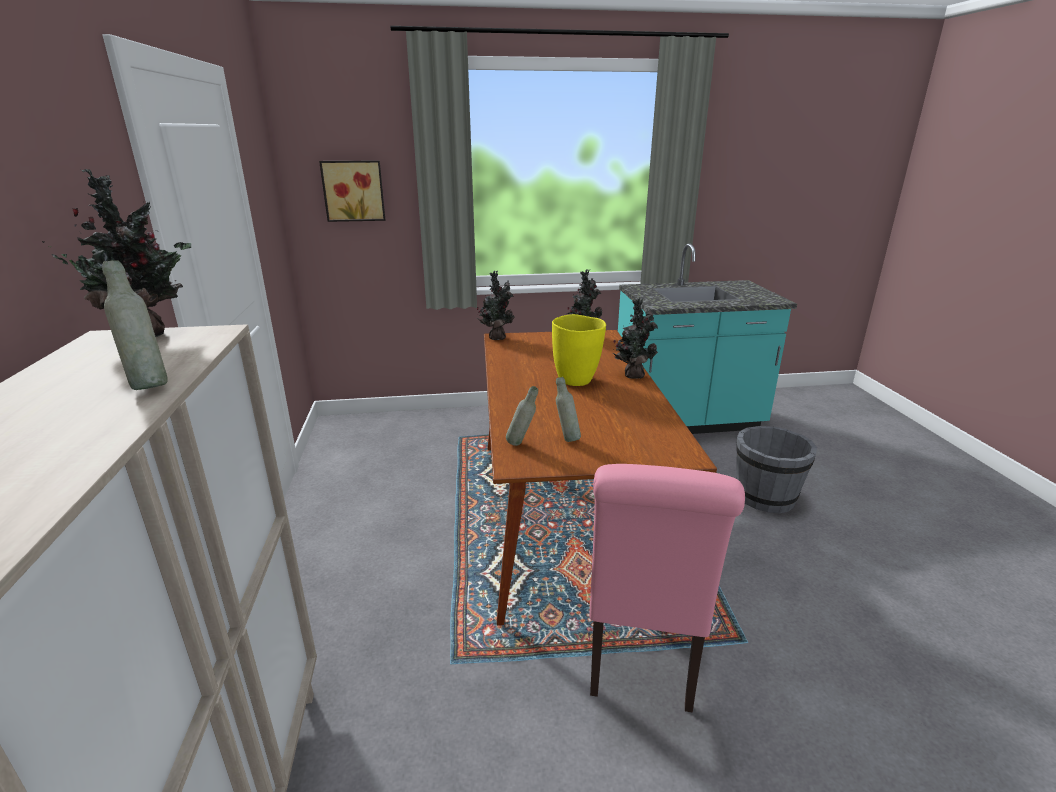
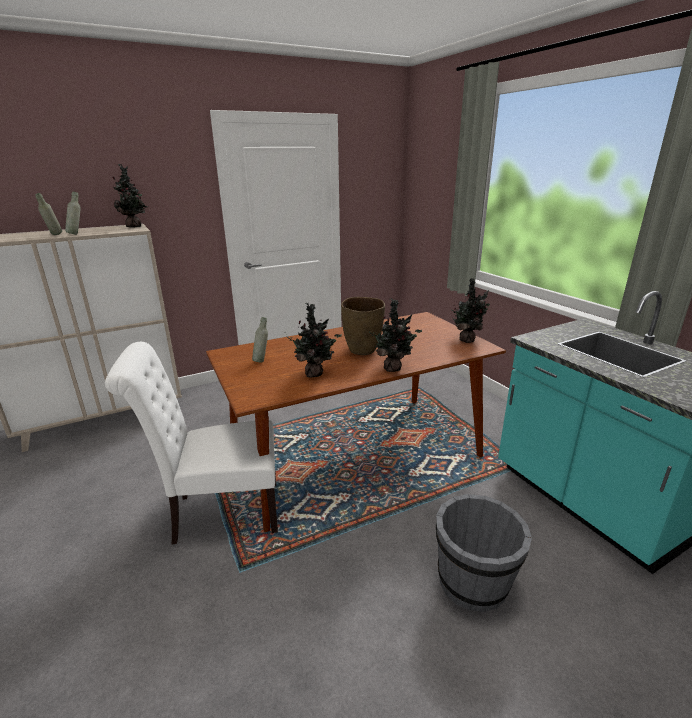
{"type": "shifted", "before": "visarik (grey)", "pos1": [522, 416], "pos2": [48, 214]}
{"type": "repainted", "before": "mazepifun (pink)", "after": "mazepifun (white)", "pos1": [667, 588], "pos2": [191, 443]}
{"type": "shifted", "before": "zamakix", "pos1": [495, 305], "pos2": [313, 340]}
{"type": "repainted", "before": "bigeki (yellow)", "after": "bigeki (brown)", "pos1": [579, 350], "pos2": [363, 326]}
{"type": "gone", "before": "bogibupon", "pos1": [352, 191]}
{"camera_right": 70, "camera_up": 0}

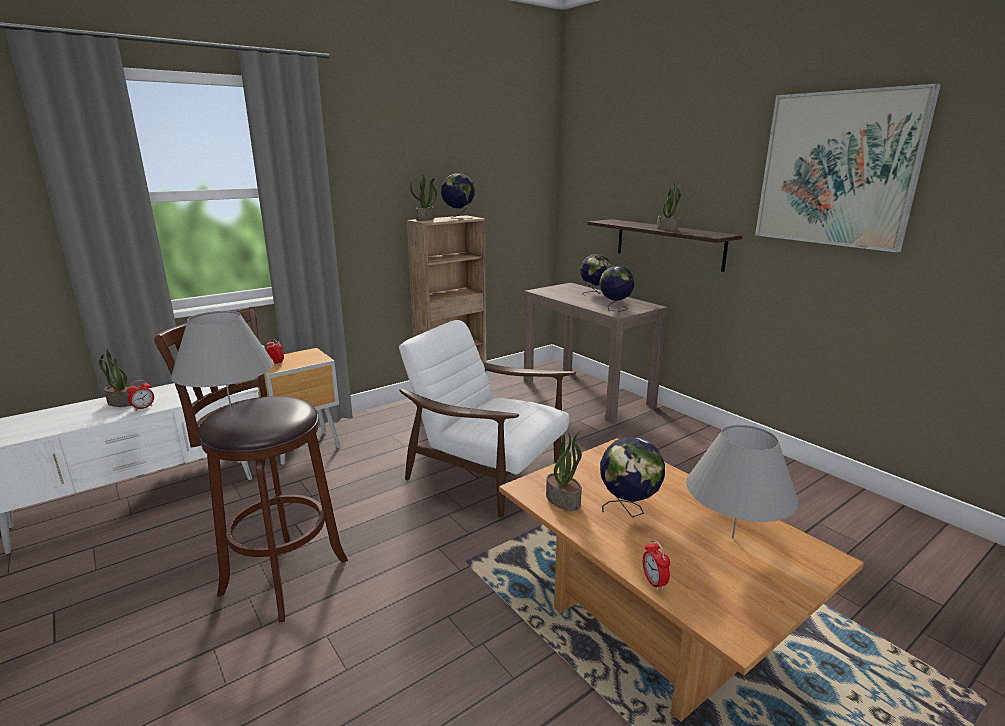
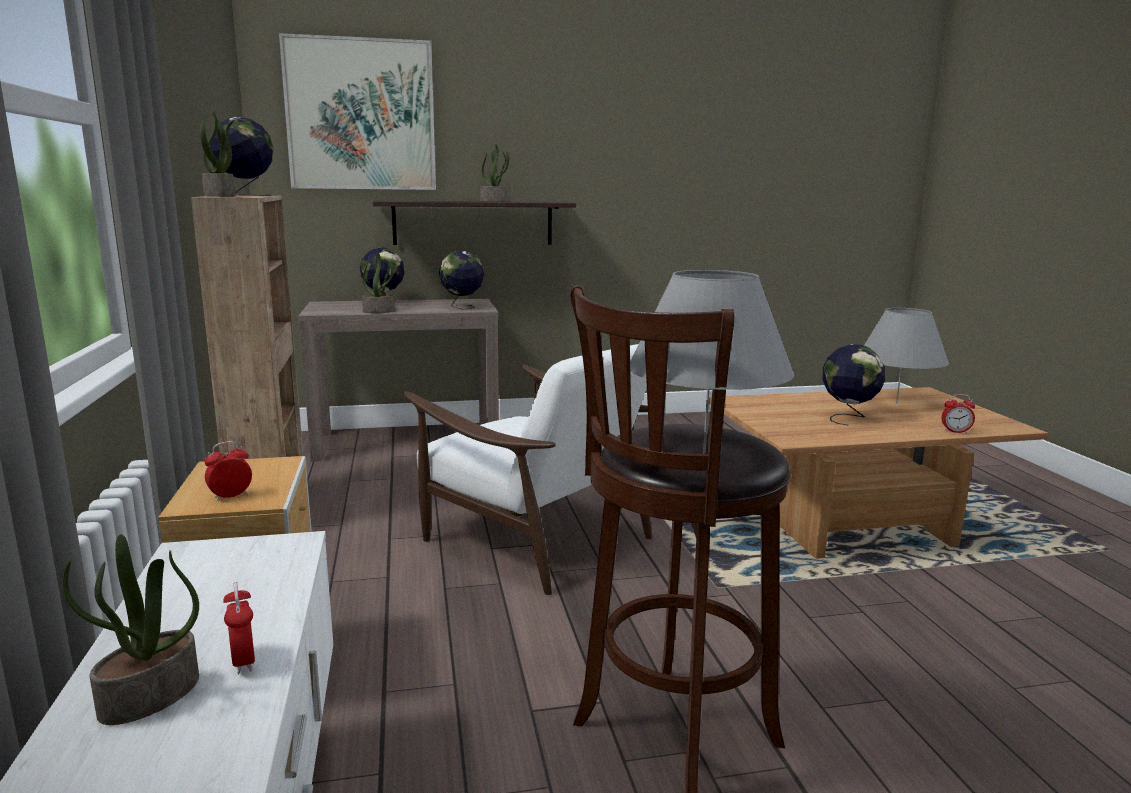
{"type": "shifted", "before": "bogibupon", "pos1": [848, 168], "pos2": [357, 111]}
{"type": "shifted", "before": "zamakix", "pos1": [564, 471], "pos2": [378, 282]}
{"type": "rotated", "before": "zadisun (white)", "pos1": [487, 418], "pos2": [527, 469], "turn": -105}
{"camera_right": -65, "camera_up": -5}

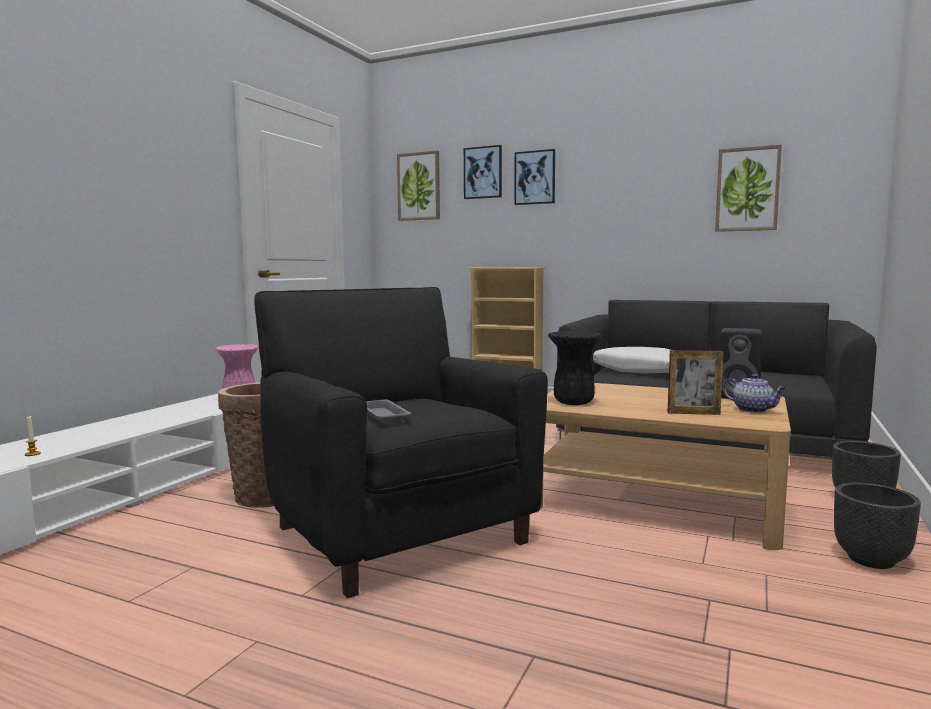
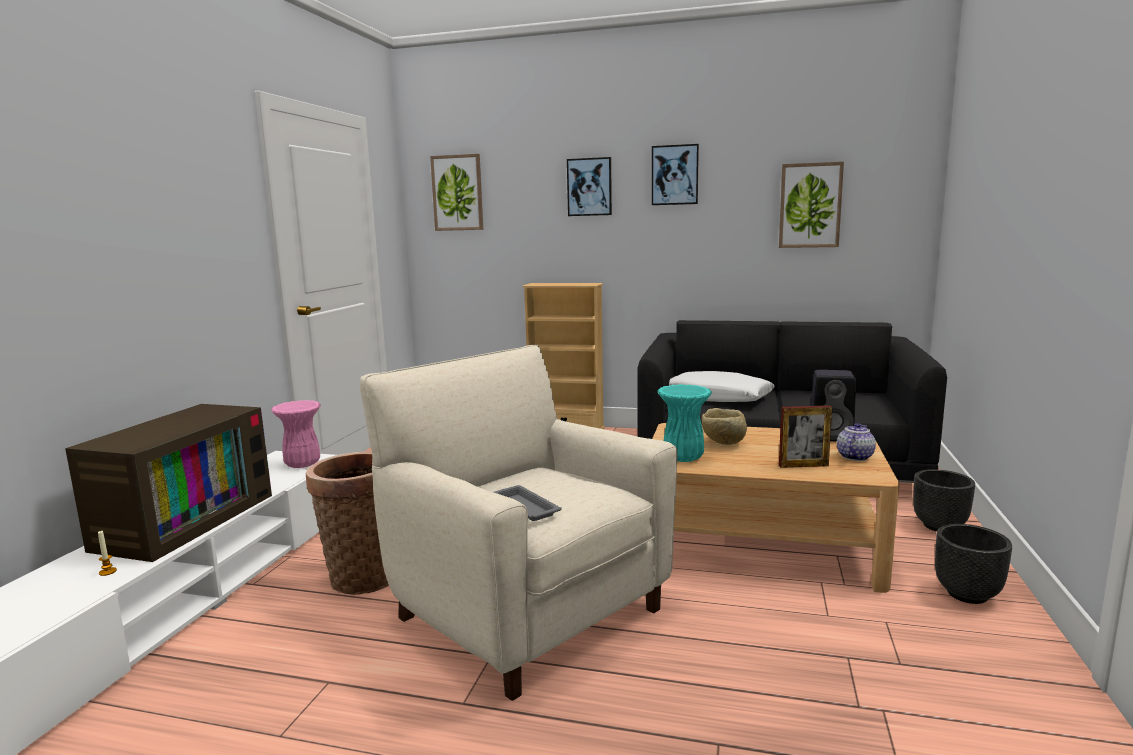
{"type": "new", "after": "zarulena", "pos2": [168, 483]}
{"type": "repainted", "before": "zadisun (black)", "after": "zadisun (beige)", "pos1": [401, 442], "pos2": [518, 523]}
{"type": "shifted", "before": "bogibupon", "pos1": [483, 172], "pos2": [675, 174]}
{"type": "repainted", "before": "bigeki (black)", "after": "bigeki (turquoise)", "pos1": [575, 368], "pos2": [684, 423]}
{"type": "new", "after": "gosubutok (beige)", "pos2": [724, 426]}
{"type": "rotated", "before": "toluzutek", "pos1": [755, 393], "pos2": [856, 442], "turn": -90}
{"camera_right": -10, "camera_up": 5}

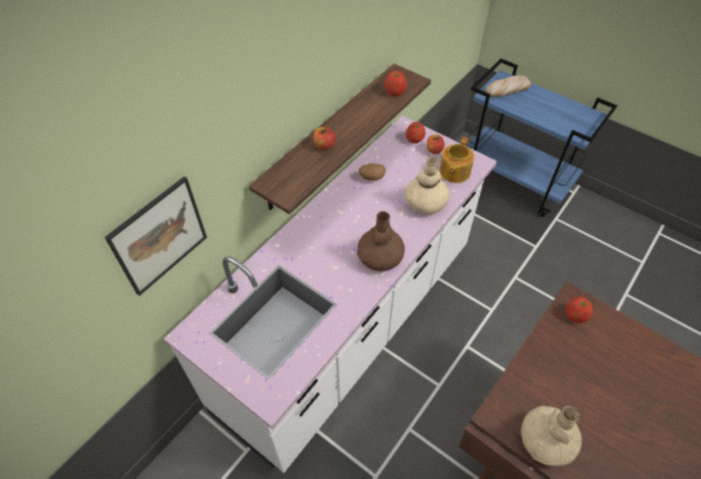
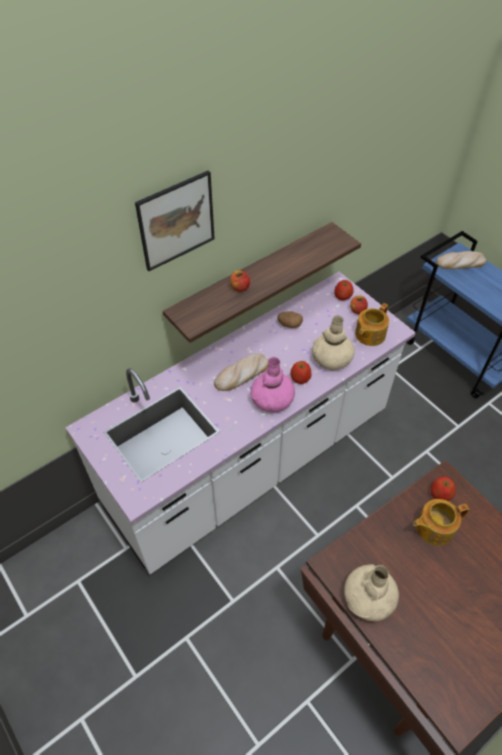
{"type": "shifted", "before": "bogibupon", "pos1": [155, 236], "pos2": [175, 220]}
{"type": "new", "after": "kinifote", "pos2": [241, 372]}
{"type": "repainted", "before": "bigeki (brown)", "after": "bigeki (pink)", "pos1": [381, 241], "pos2": [272, 384]}
{"type": "shifted", "before": "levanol", "pos1": [396, 83], "pos2": [301, 372]}
{"type": "new", "after": "toluzutek", "pos2": [441, 522]}
{"camera_right": 15, "camera_up": 0}

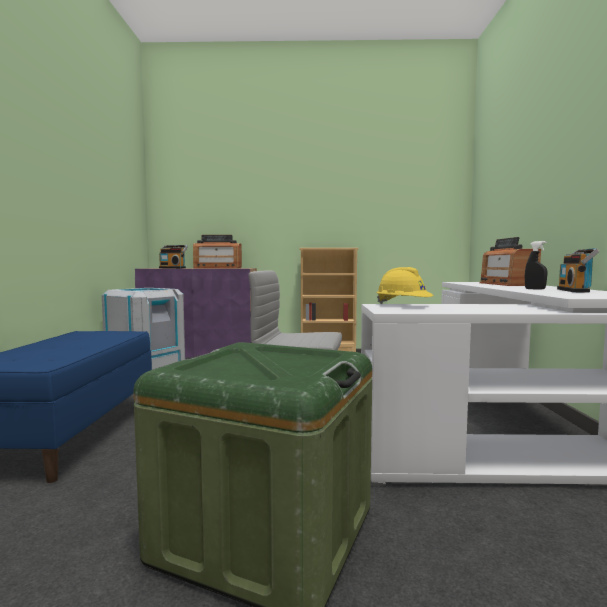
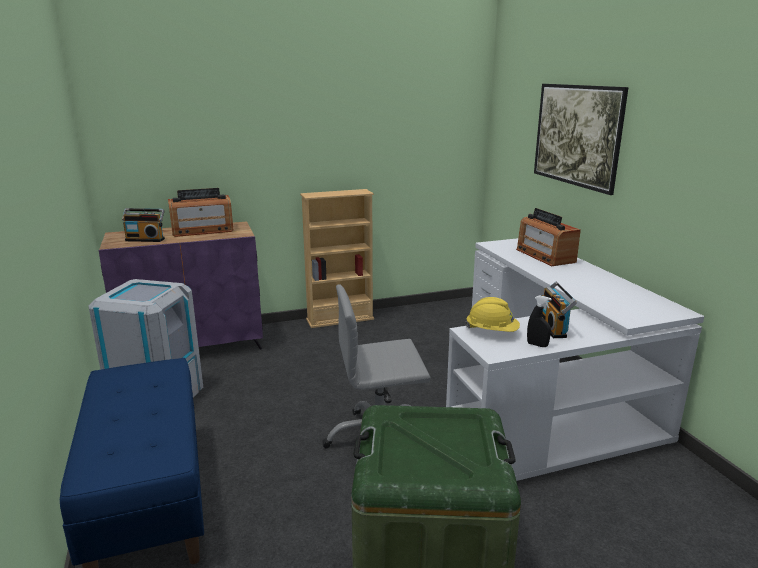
{"type": "shifted", "before": "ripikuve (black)", "pos1": [536, 265], "pos2": [539, 321]}
{"type": "new", "after": "bogibupon", "pos2": [581, 139]}
{"type": "shifted", "before": "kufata", "pos1": [578, 270], "pos2": [559, 310]}
{"camera_right": -20, "camera_up": 15}

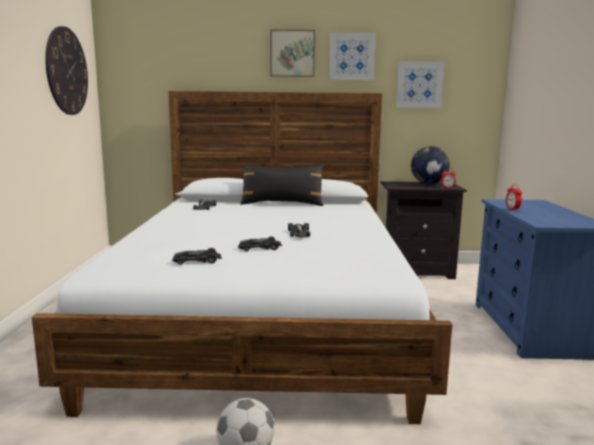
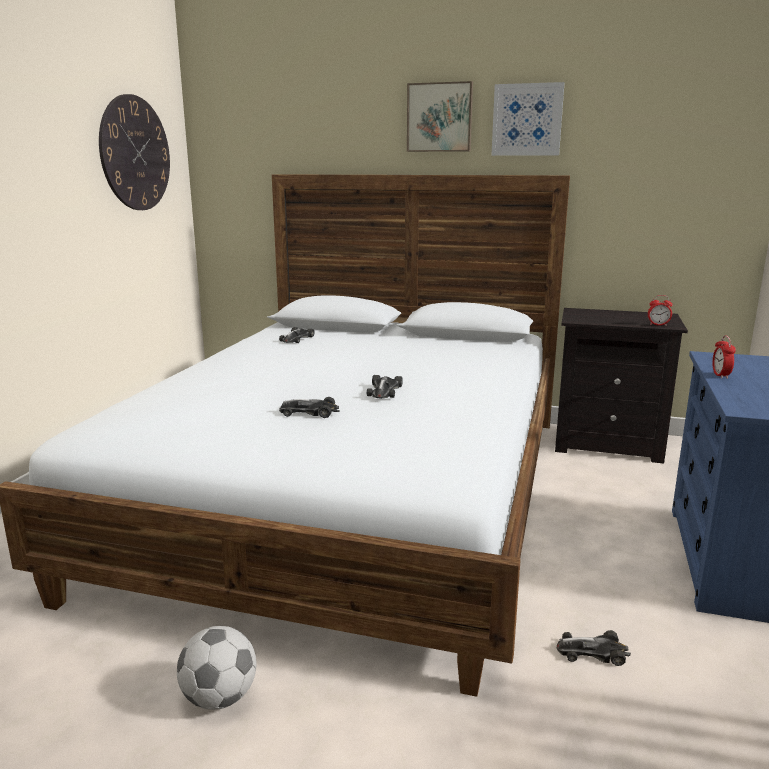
{"type": "shifted", "before": "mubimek", "pos1": [197, 256], "pos2": [594, 648]}
{"type": "gone", "before": "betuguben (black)", "pos1": [282, 185]}
{"type": "gone", "before": "bogibupon", "pos1": [420, 84]}
{"type": "gone", "before": "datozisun", "pos1": [430, 165]}
{"camera_right": 15, "camera_up": 5}

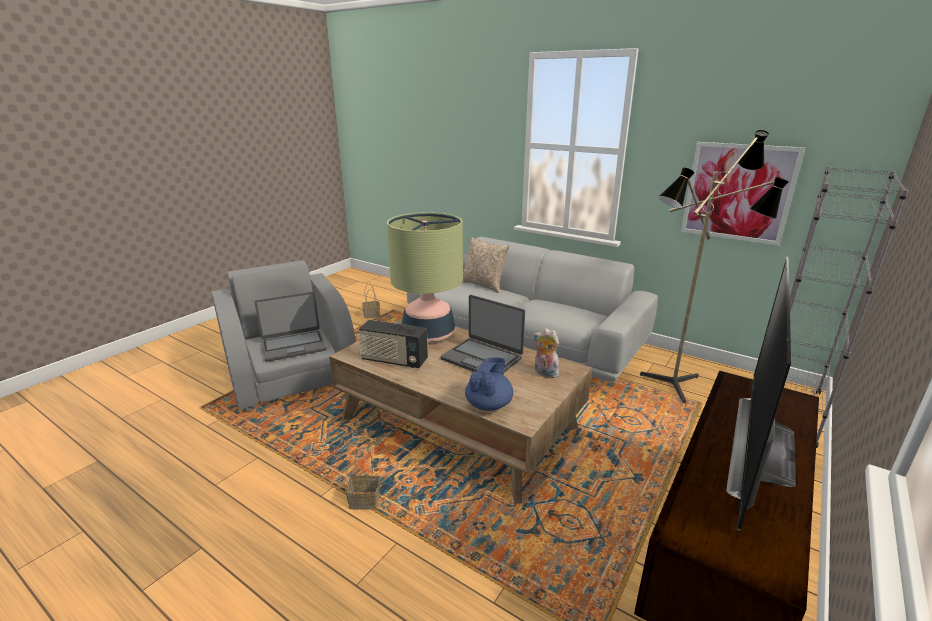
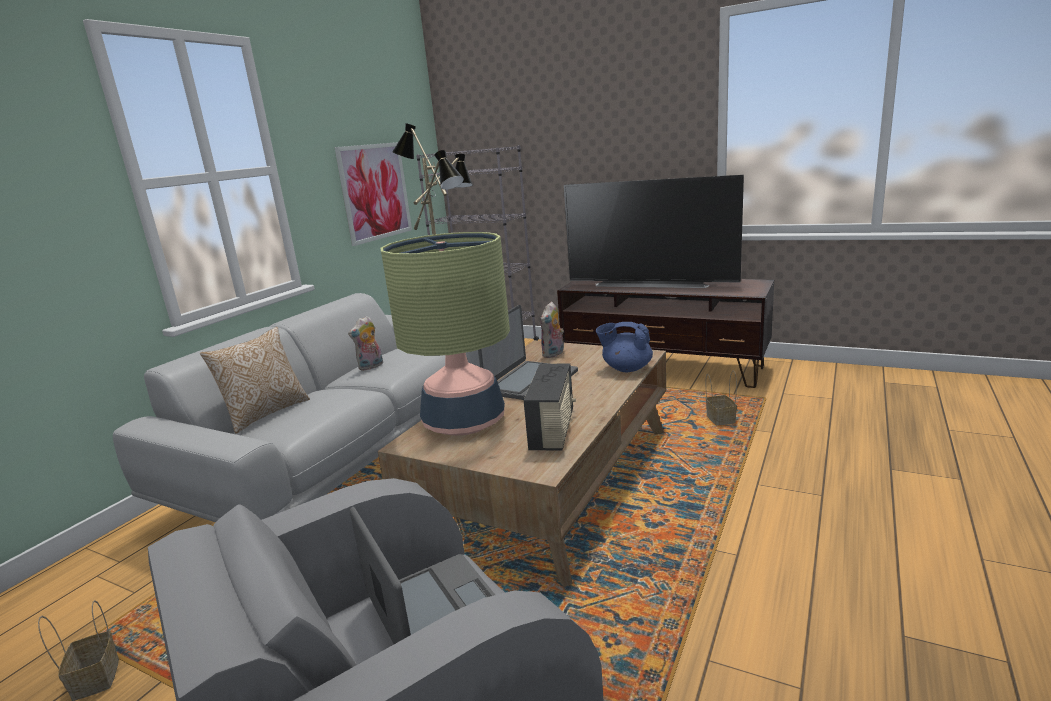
{"type": "new", "after": "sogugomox", "pos2": [365, 343]}
{"type": "shifted", "before": "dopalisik", "pos1": [363, 478], "pos2": [721, 398]}
{"camera_right": -95, "camera_up": -5}

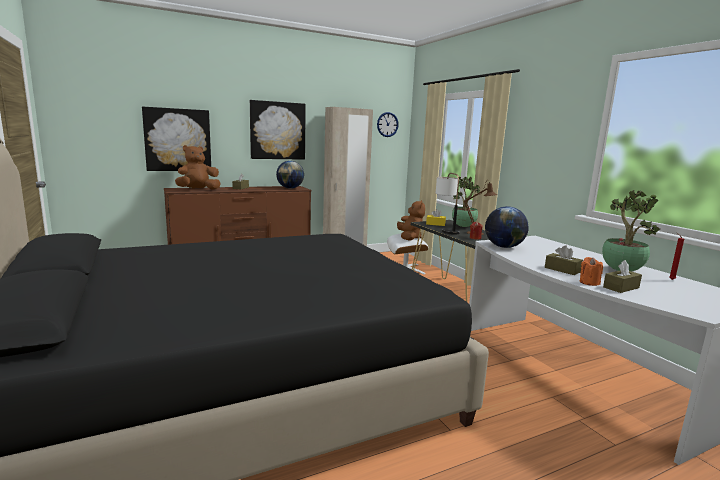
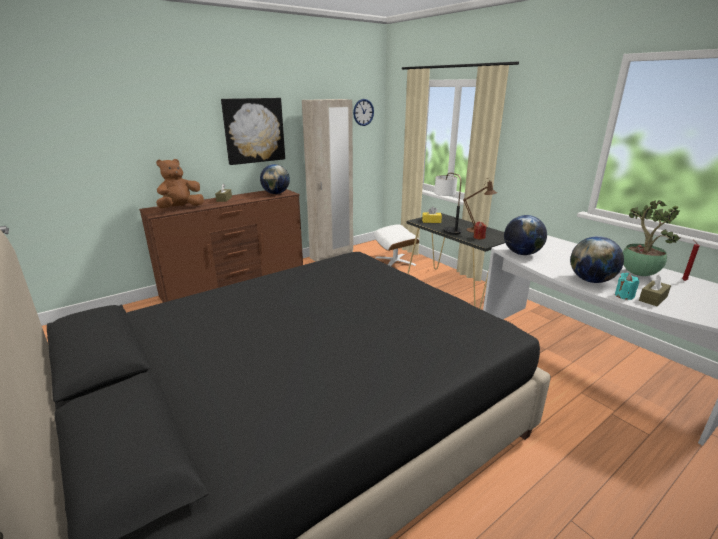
{"type": "swapped", "before": "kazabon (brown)", "after": "datozisun", "pos1": [564, 260], "pos2": [597, 259]}
{"type": "repainted", "before": "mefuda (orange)", "after": "mefuda (turquoise)", "pos1": [591, 271], "pos2": [627, 286]}
{"type": "gone", "before": "bogibupon", "pos1": [176, 139]}
{"type": "gone", "before": "sogugomox (brown)", "pos1": [411, 220]}
{"type": "gone", "before": "zamakix", "pos1": [466, 202]}
{"camera_right": -10, "camera_up": 10}

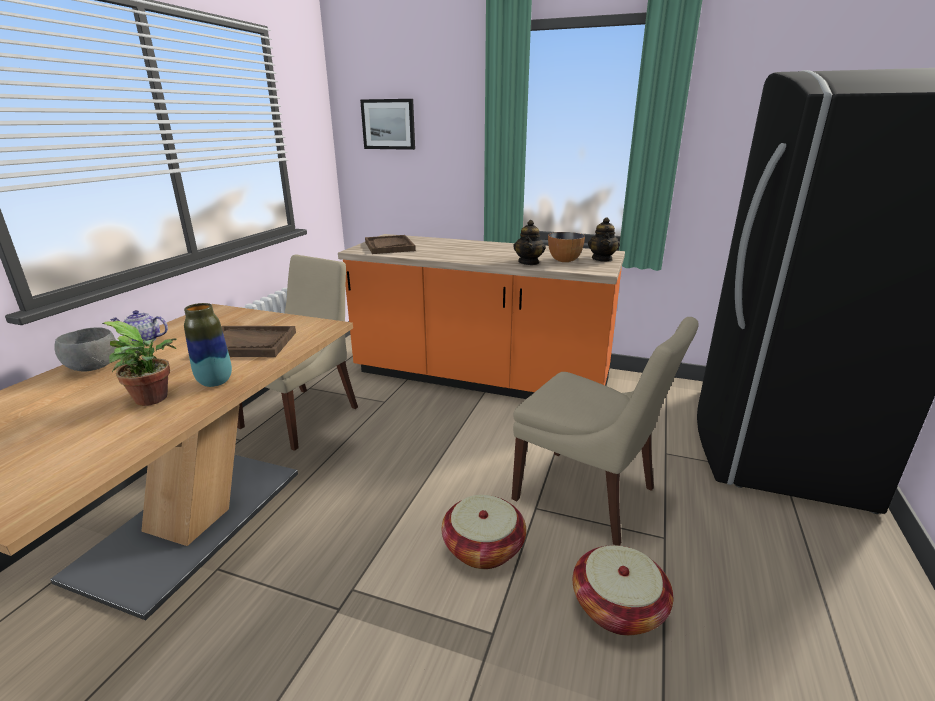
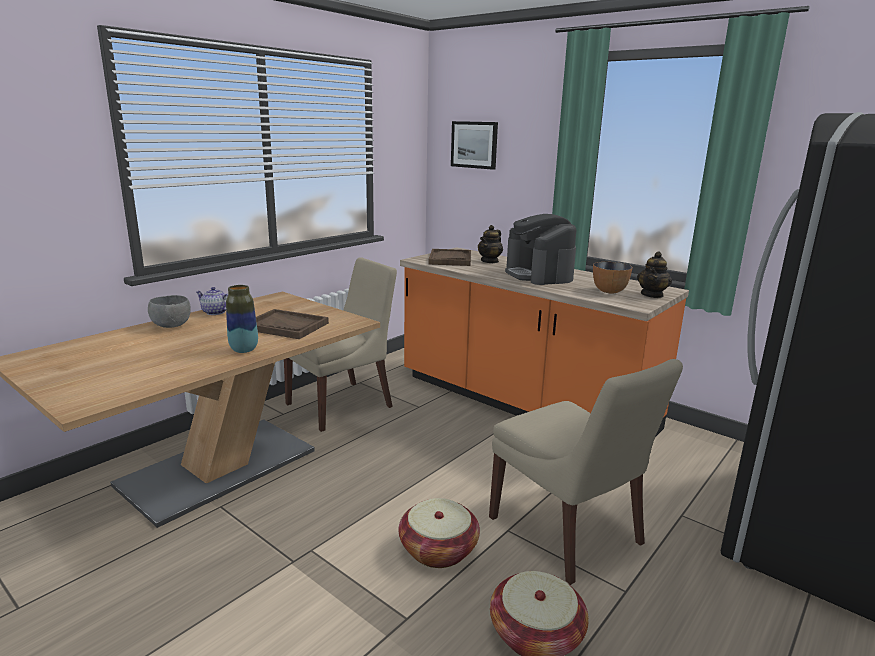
{"type": "shifted", "before": "toluzutek", "pos1": [529, 242], "pos2": [490, 244]}
{"type": "new", "after": "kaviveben", "pos2": [540, 249]}
{"type": "gone", "before": "zamakix", "pos1": [139, 363]}
{"camera_right": 20, "camera_up": -5}

